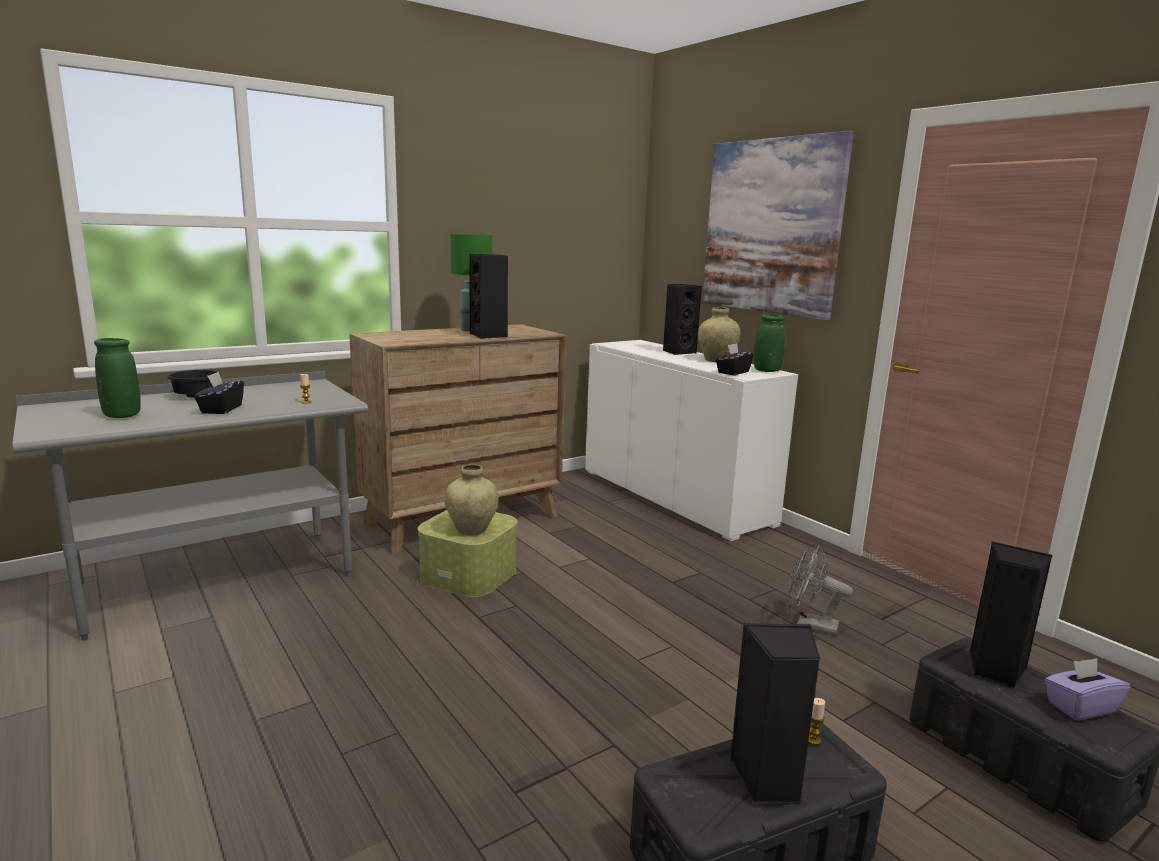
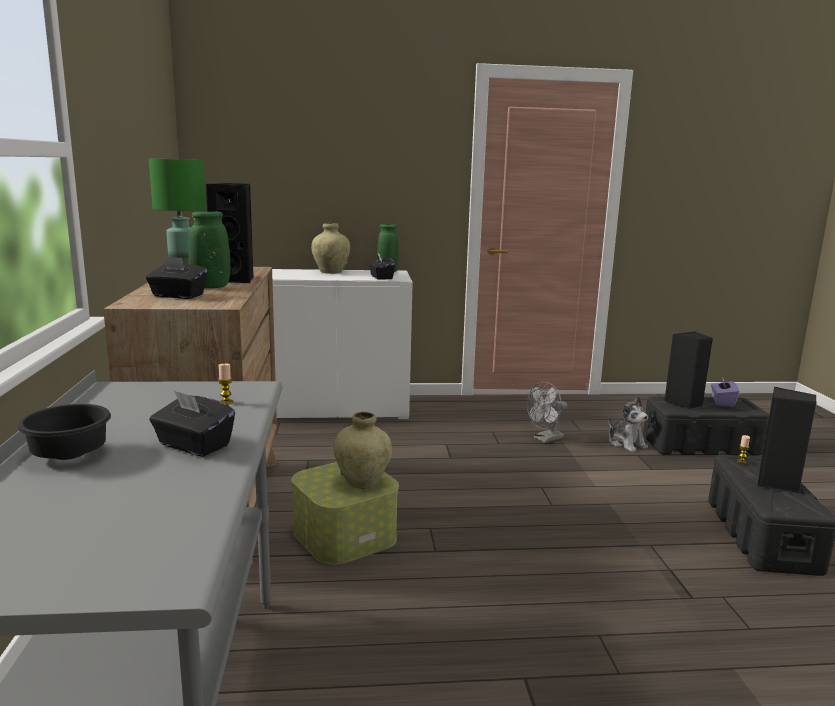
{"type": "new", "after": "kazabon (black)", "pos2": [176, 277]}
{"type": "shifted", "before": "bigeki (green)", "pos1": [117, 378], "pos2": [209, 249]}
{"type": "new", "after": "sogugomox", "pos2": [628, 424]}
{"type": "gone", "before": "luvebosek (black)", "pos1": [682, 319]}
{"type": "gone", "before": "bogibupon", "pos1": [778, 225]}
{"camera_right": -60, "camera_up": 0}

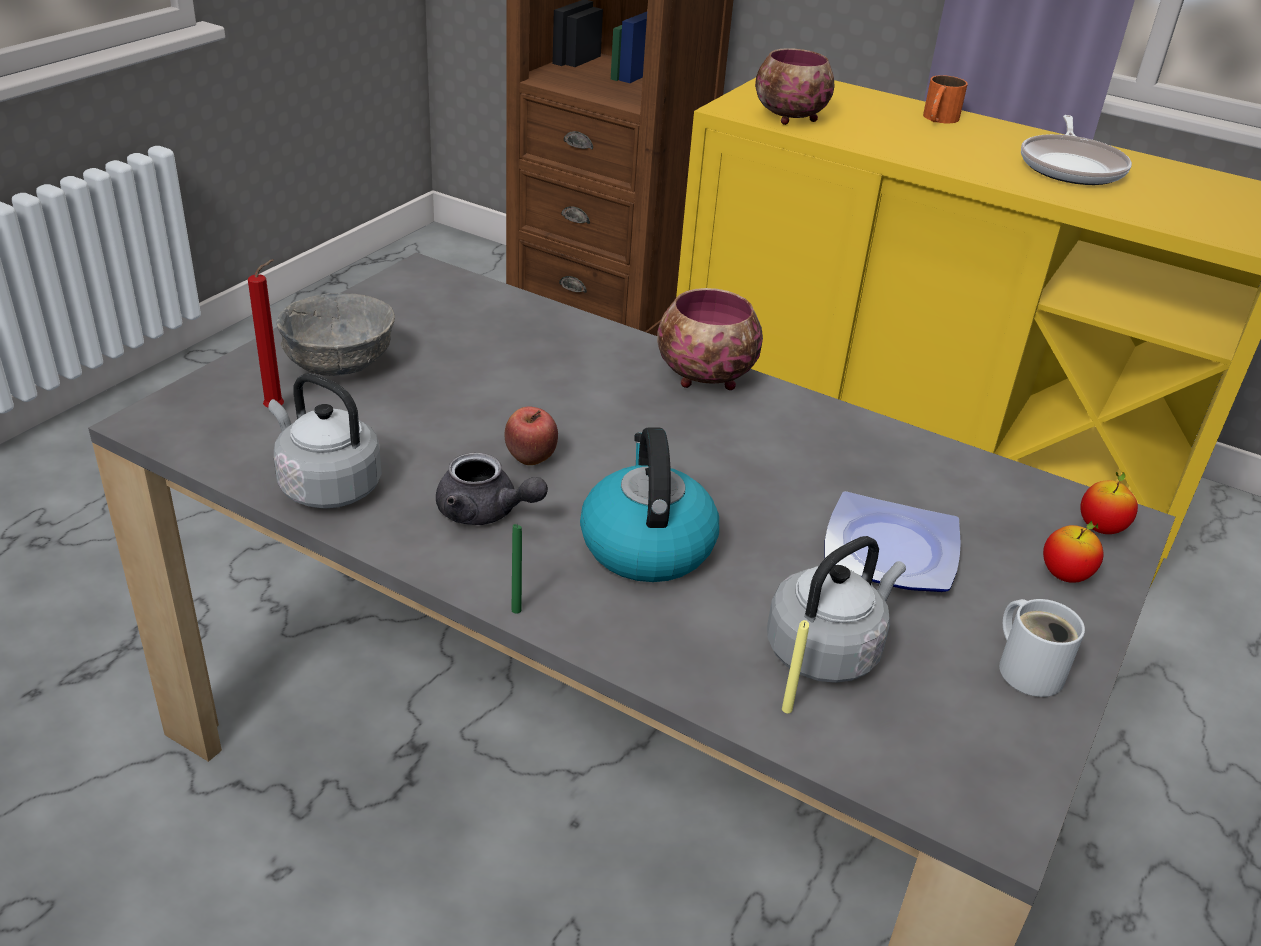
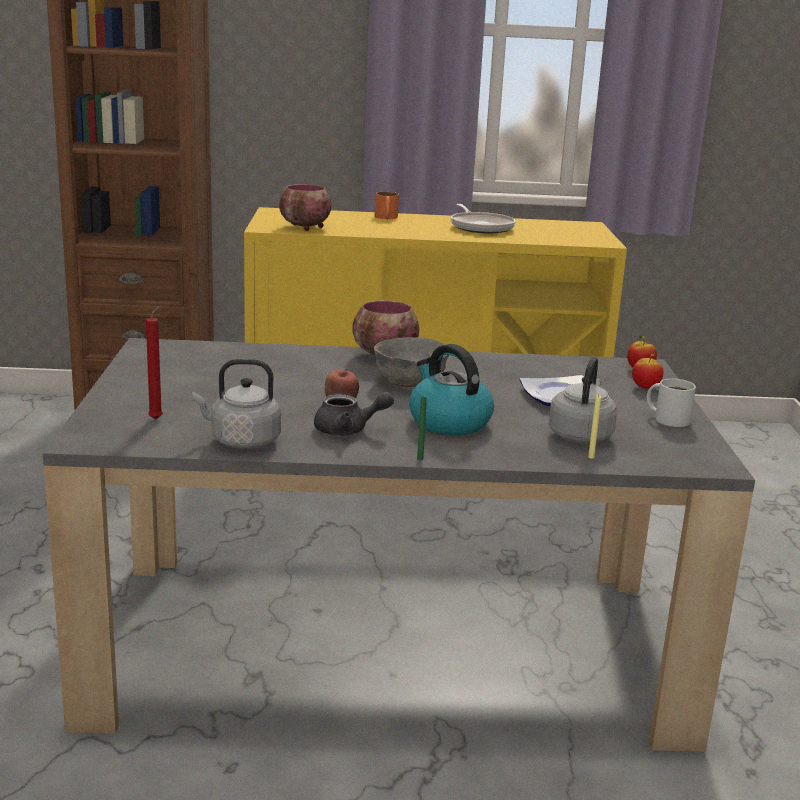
{"type": "shifted", "before": "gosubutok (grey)", "pos1": [335, 334], "pos2": [411, 362]}
{"camera_right": -30, "camera_up": -15}

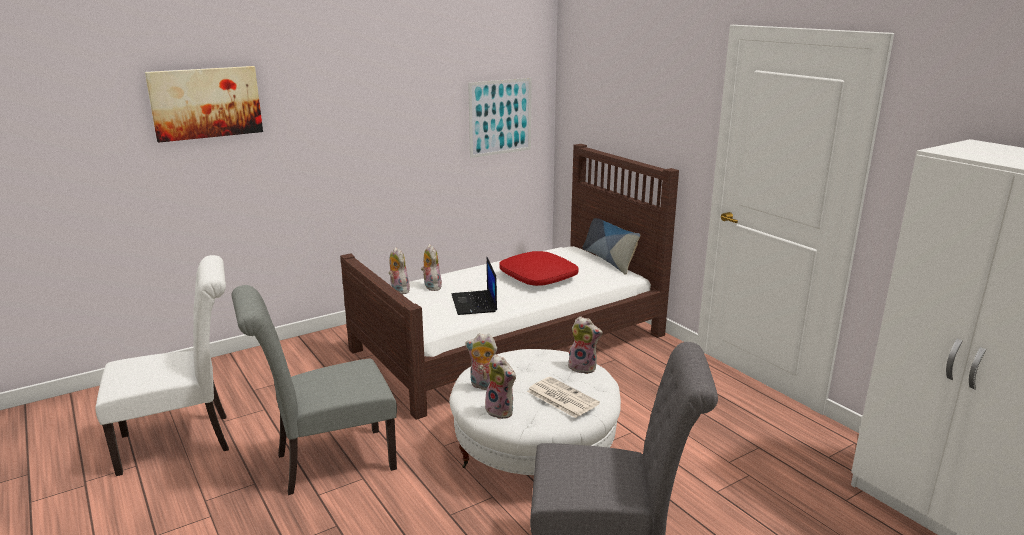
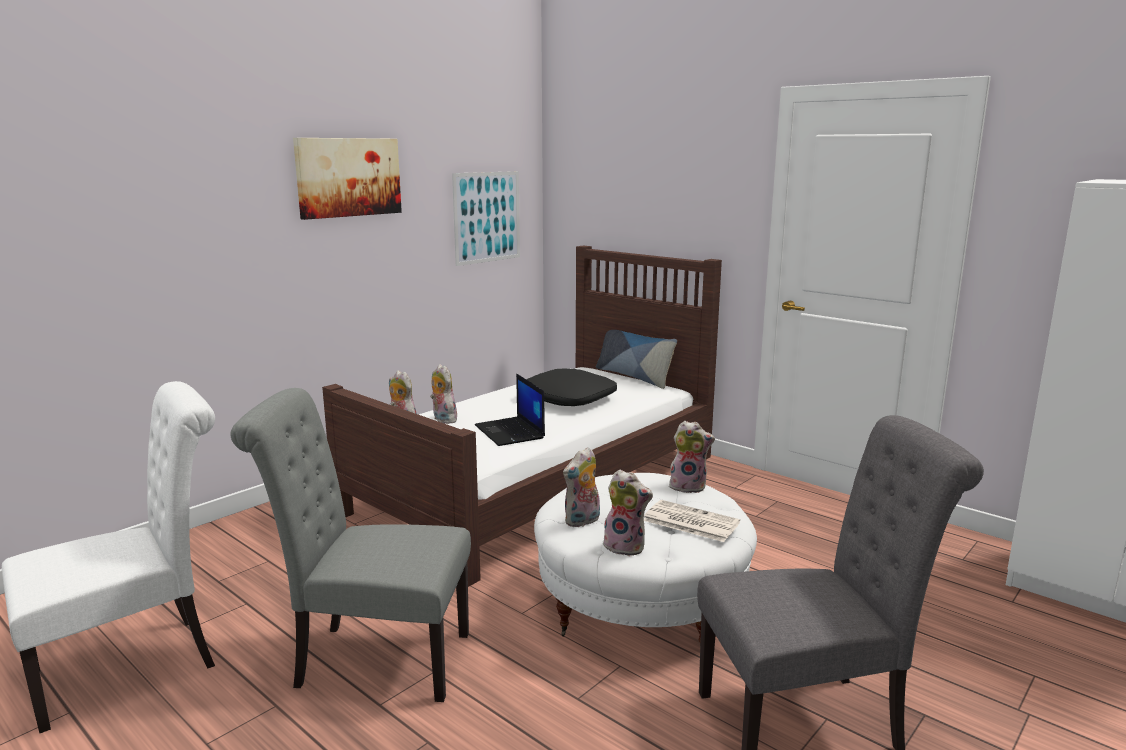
{"type": "rotated", "before": "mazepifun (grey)", "pos1": [314, 390], "pos2": [350, 545], "turn": 45}
{"type": "shifted", "before": "bogibupon", "pos1": [204, 104], "pos2": [347, 179]}
{"type": "repainted", "before": "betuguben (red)", "after": "betuguben (black)", "pos1": [538, 268], "pos2": [571, 387]}
{"type": "rotated", "before": "sogugomox", "pos1": [481, 361], "pos2": [581, 487], "turn": -45}
{"camera_right": -15, "camera_up": -5}

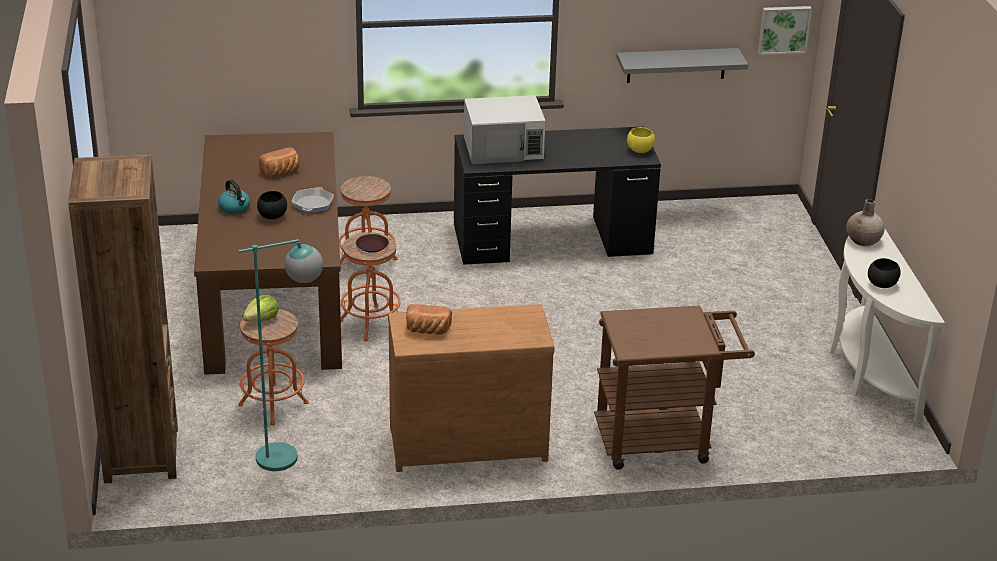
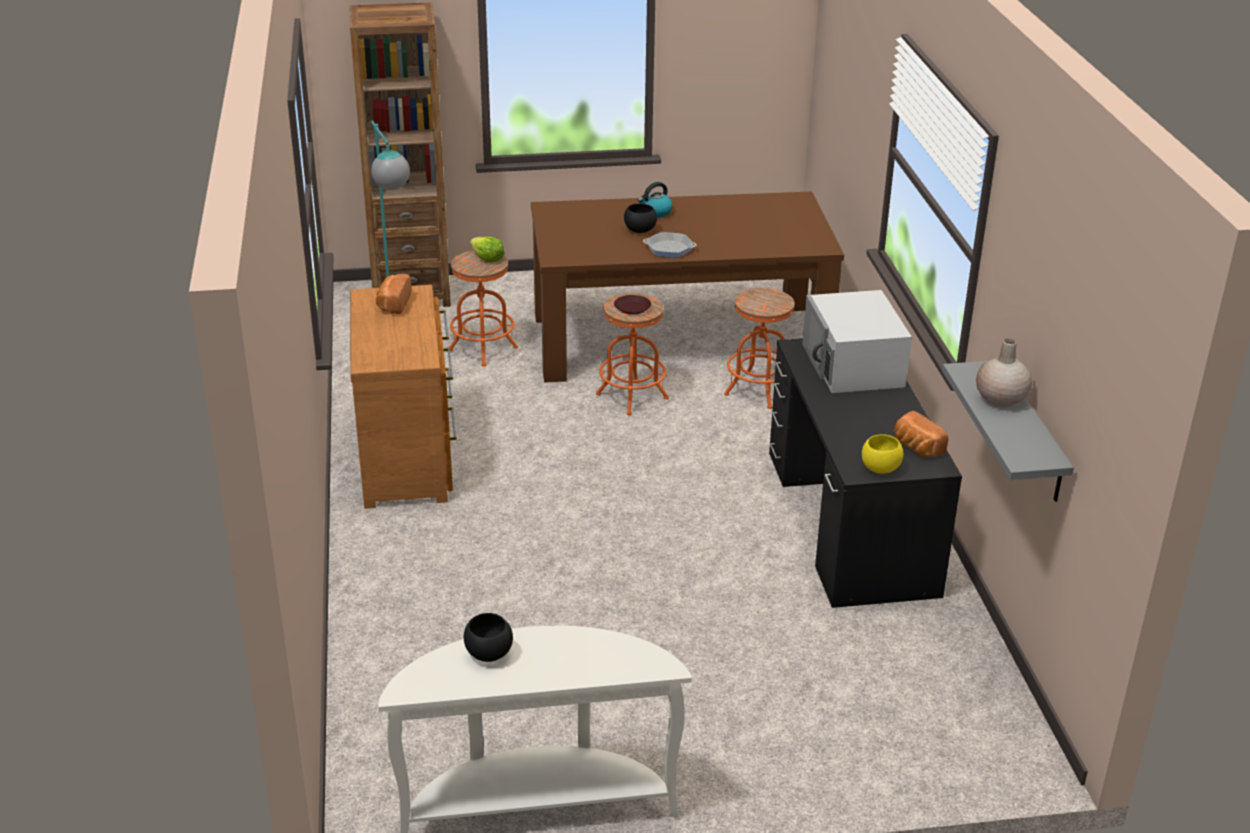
{"type": "shifted", "before": "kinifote", "pos1": [279, 162], "pos2": [921, 434]}
{"type": "shifted", "before": "bigeki (beige)", "pos1": [865, 222], "pos2": [1004, 373]}
{"type": "gone", "before": "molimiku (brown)", "pos1": [674, 388]}
{"type": "gone", "before": "bogibupon", "pos1": [785, 30]}
{"camera_right": 90, "camera_up": 0}

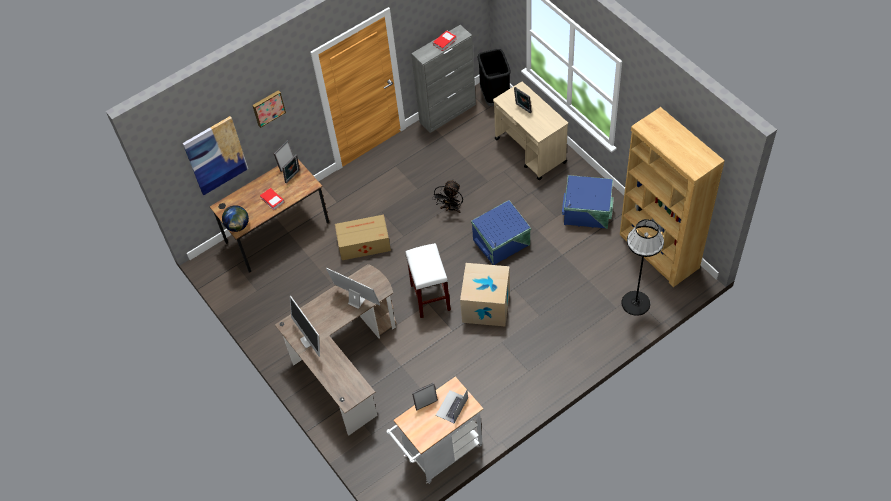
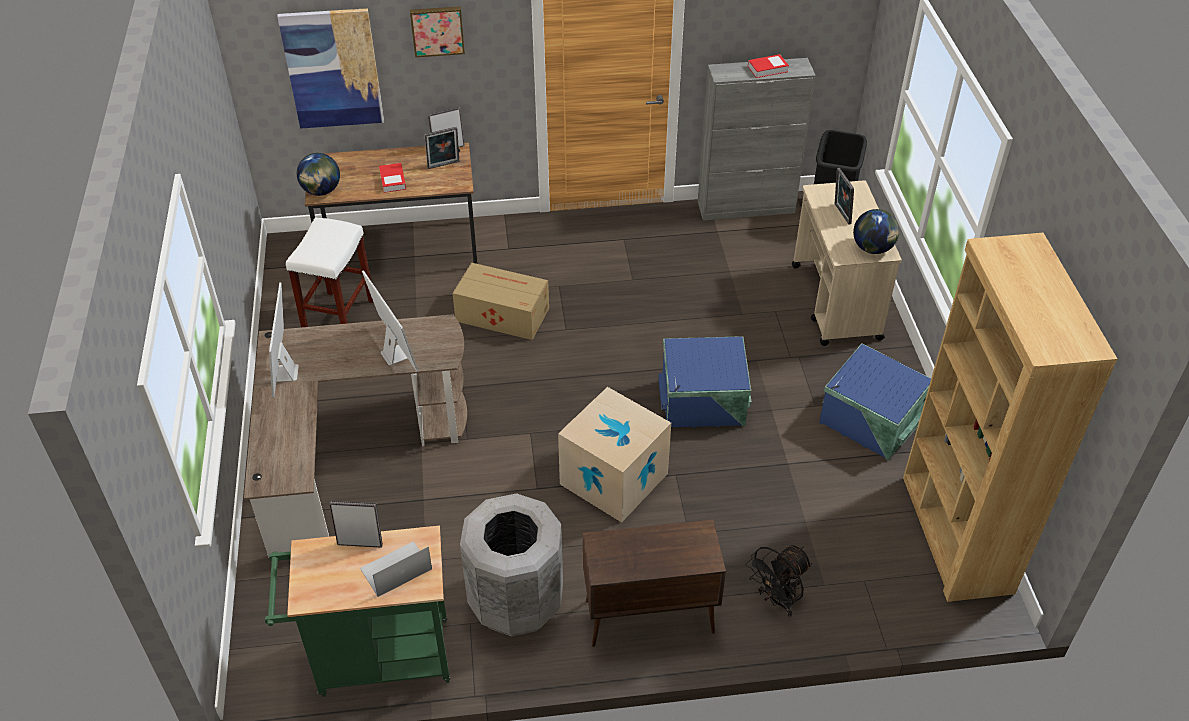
{"type": "repainted", "before": "molimiku (white)", "after": "molimiku (green)", "pos1": [434, 430], "pos2": [357, 611]}
{"type": "shifted", "before": "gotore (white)", "pos1": [428, 280], "pos2": [330, 272]}
{"type": "new", "after": "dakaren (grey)", "pos2": [511, 565]}
{"type": "new", "after": "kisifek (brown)", "pos2": [654, 583]}
{"type": "shifted", "before": "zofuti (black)", "pos1": [447, 196], "pos2": [779, 581]}
{"type": "new", "after": "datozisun", "pos2": [876, 231]}
{"type": "gone", "before": "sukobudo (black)", "pos1": [642, 267]}
{"camera_right": 25, "camera_up": -10}

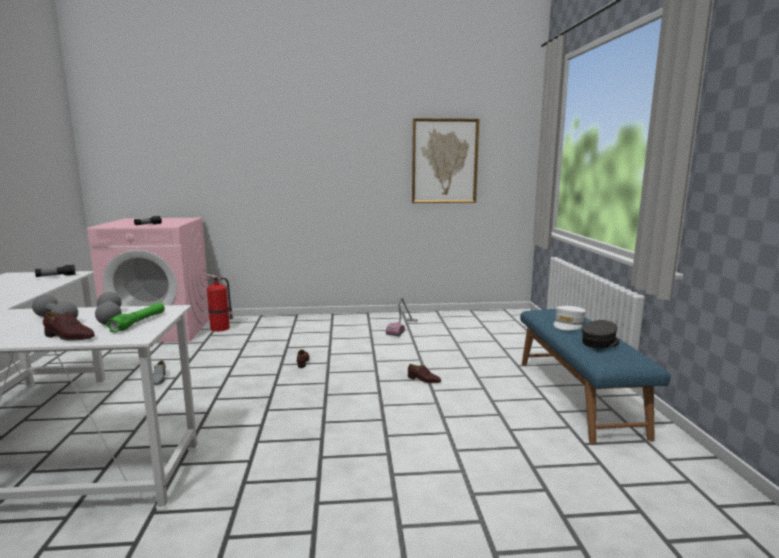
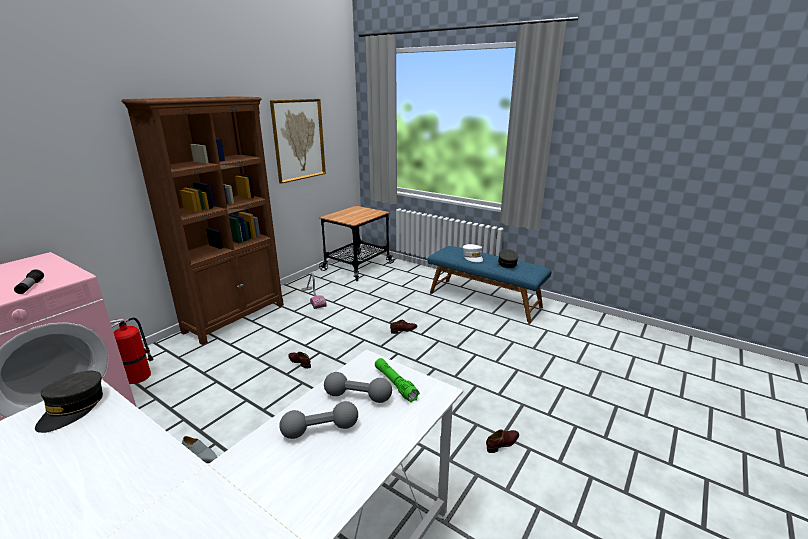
{"type": "swapped", "before": "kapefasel", "after": "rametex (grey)", "pos1": [55, 271], "pos2": [69, 402]}
{"type": "new", "after": "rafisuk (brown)", "pos2": [202, 220]}
{"type": "new", "after": "molimiku", "pos2": [356, 243]}
{"type": "shifted", "before": "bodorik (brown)", "pos1": [69, 326], "pos2": [502, 441]}
{"camera_right": -50, "camera_up": 10}

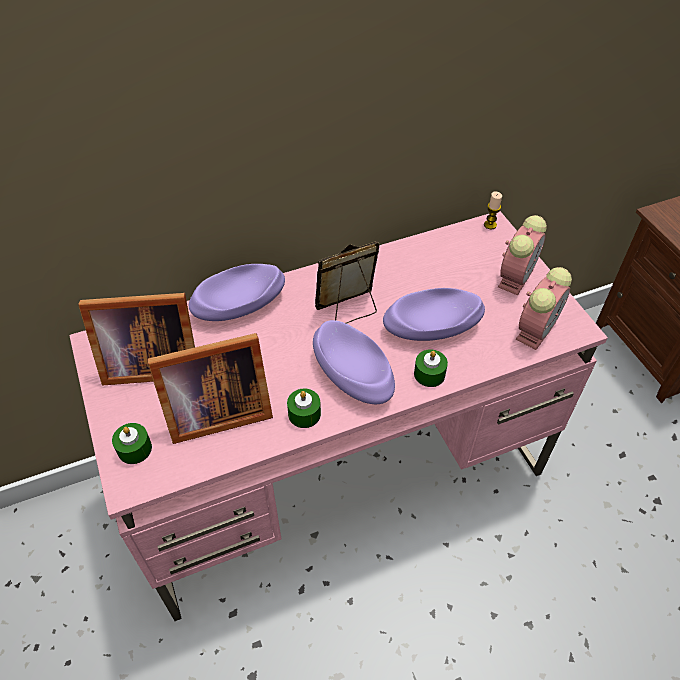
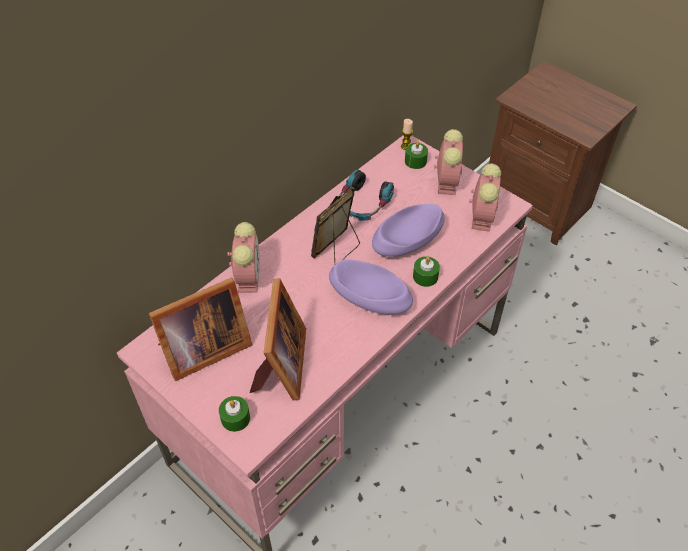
{"type": "swapped", "before": "gosubutok (purple)", "after": "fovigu", "pos1": [237, 292], "pos2": [243, 257]}
{"type": "rotated", "before": "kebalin", "pos1": [210, 388], "pos2": [278, 339], "turn": -45}
{"type": "new", "after": "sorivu", "pos2": [366, 195]}
{"type": "shifted", "before": "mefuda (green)", "pos1": [304, 408], "pos2": [416, 155]}
{"camera_right": -25, "camera_up": 0}

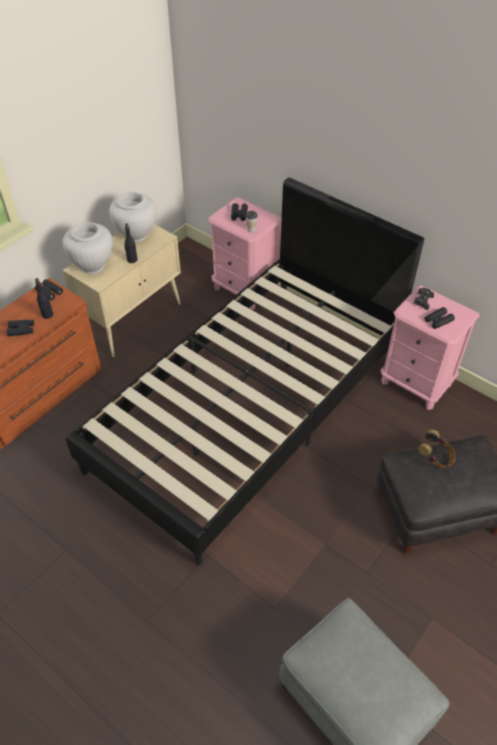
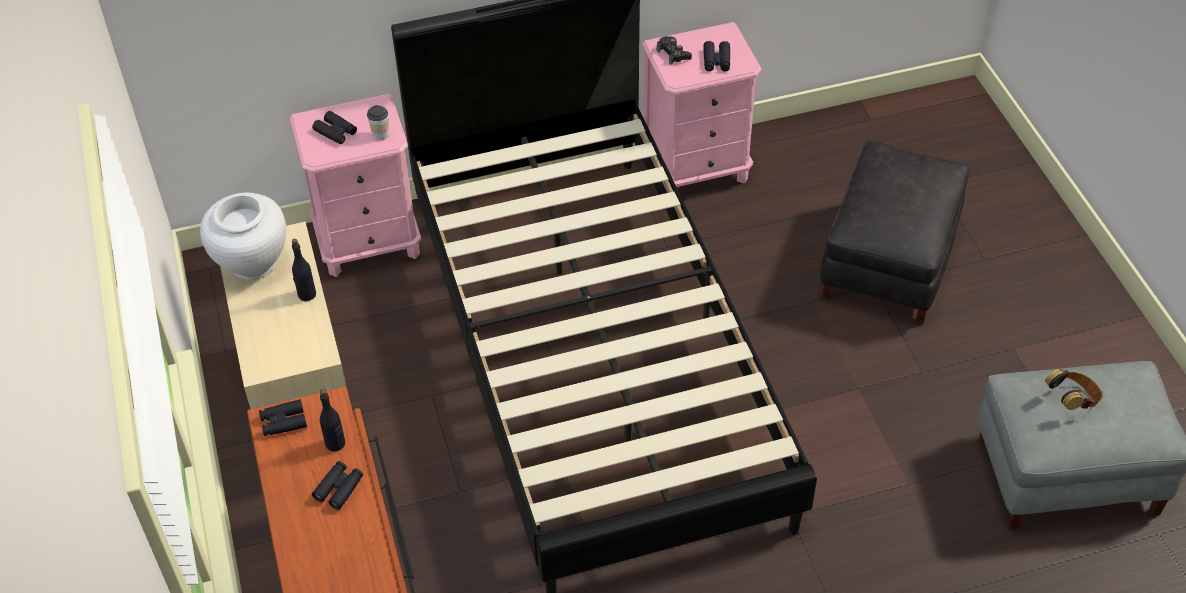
{"type": "shifted", "before": "sorivu", "pos1": [436, 449], "pos2": [1073, 389]}
{"type": "gone", "before": "bigeki (white)", "pos1": [88, 248]}
{"camera_right": -55, "camera_up": 0}

